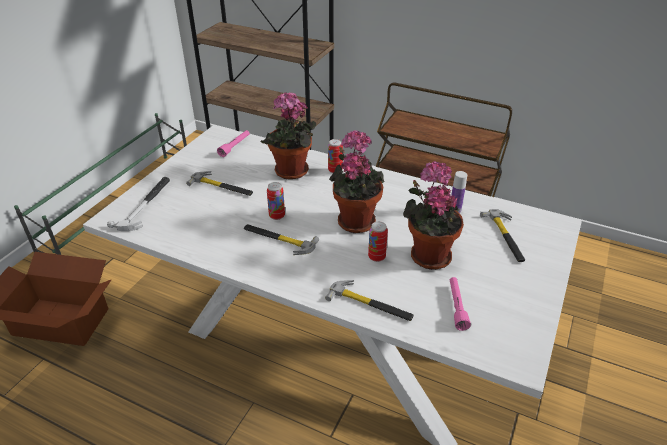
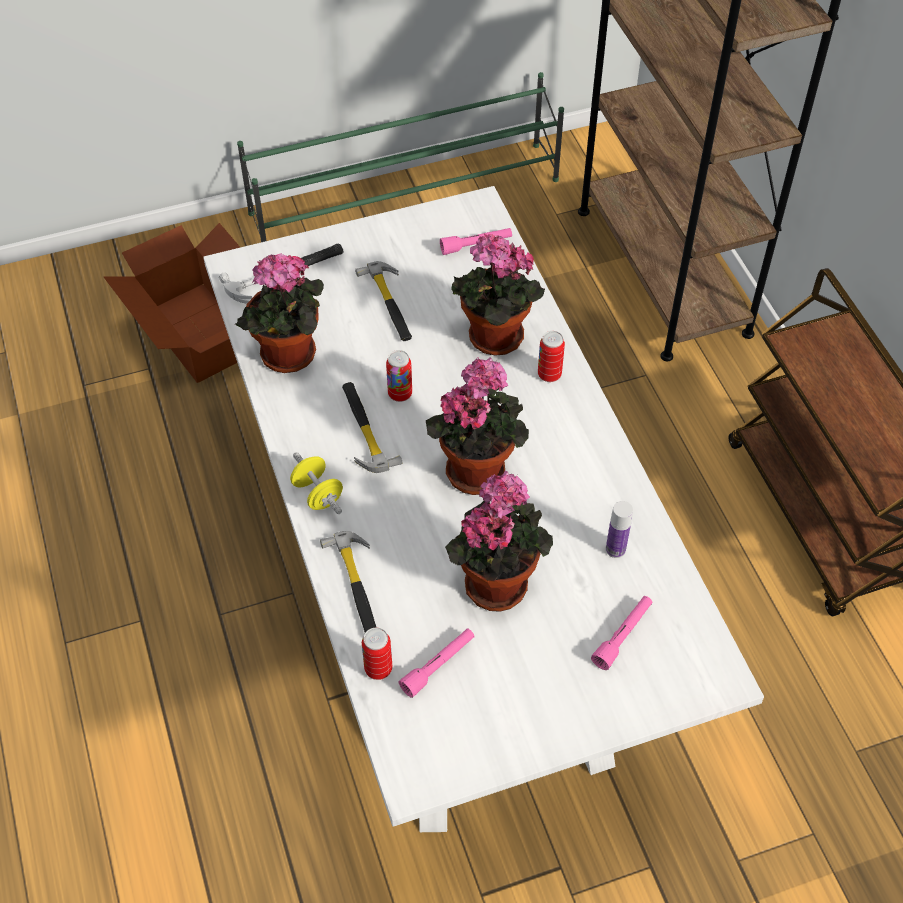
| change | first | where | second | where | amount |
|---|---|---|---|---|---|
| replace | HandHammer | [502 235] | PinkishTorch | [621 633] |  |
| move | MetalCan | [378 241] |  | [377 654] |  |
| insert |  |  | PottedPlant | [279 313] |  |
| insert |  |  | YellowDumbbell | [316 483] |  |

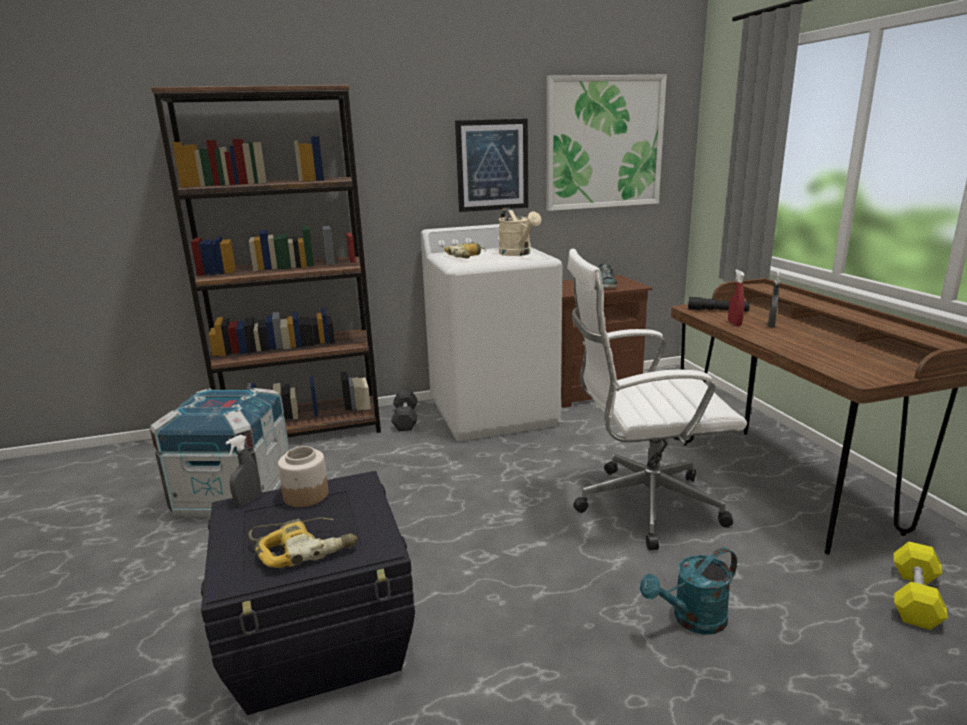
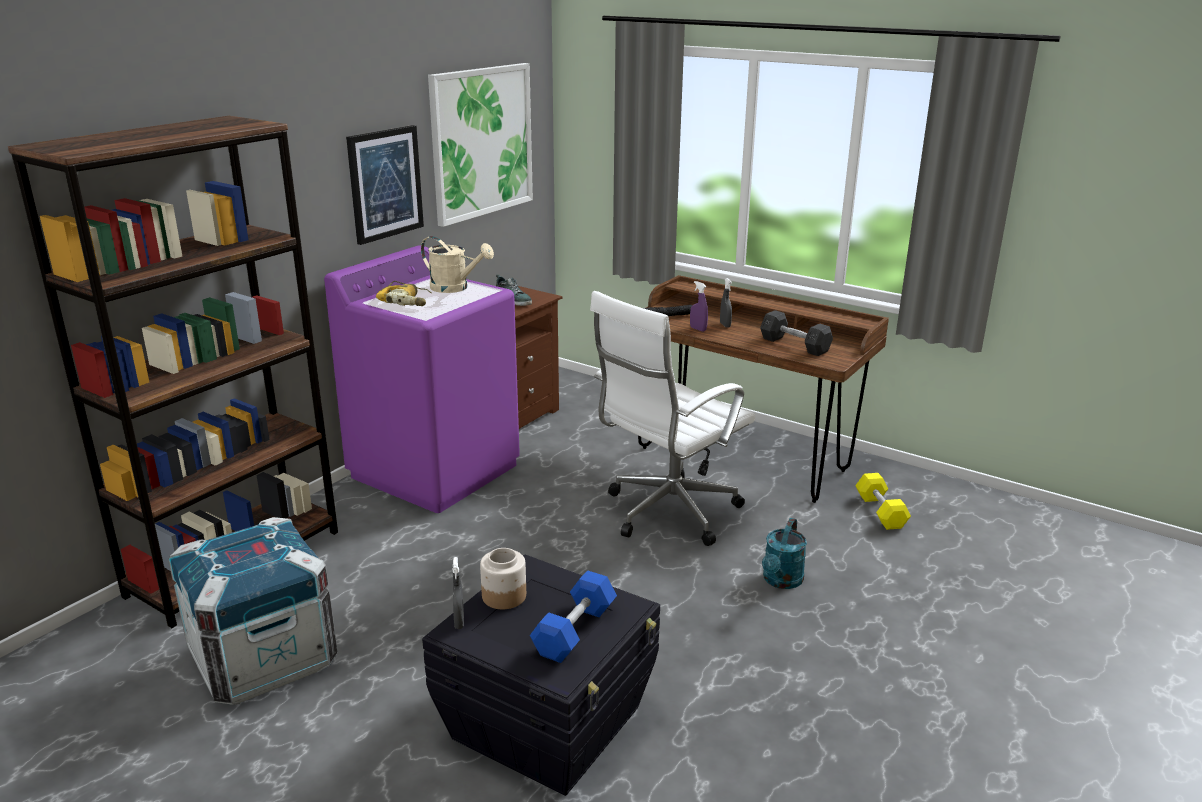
| change | first | where | second | where | amount |
|---|---|---|---|---|---|
| recolor | WhiteColouredLaundryAppliance | [491 332] | PurpleColouredLaundryAppliance | [422 379] |  |
| recolor | ReddishSprayBottle | [736 298] | PurpleColouredSprayBottle | [699 306] |  |
| move | GreyDumbbell | [404 410] |  | [796 333] |  |
| replace | ElectricDrill | [303 542] | BluishDumbbell | [573 616] |  |

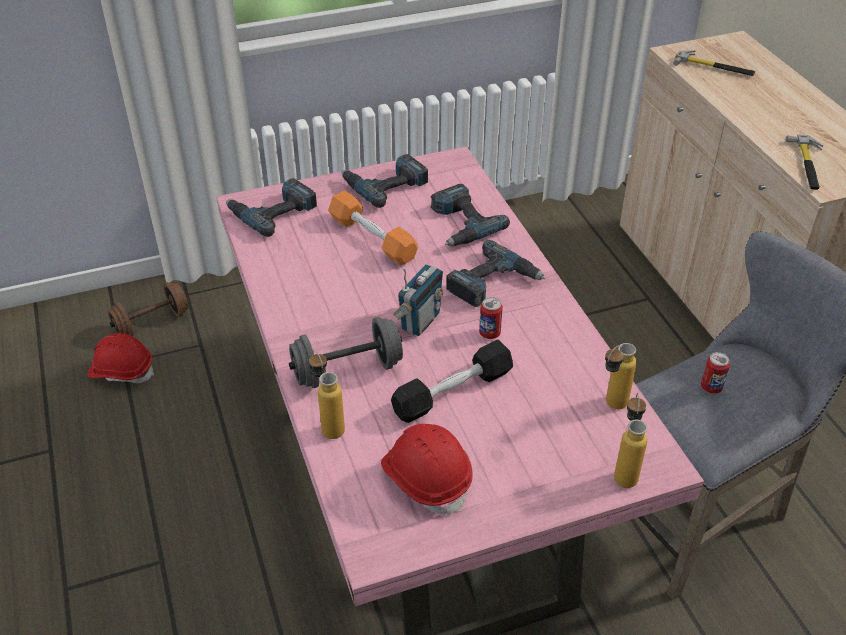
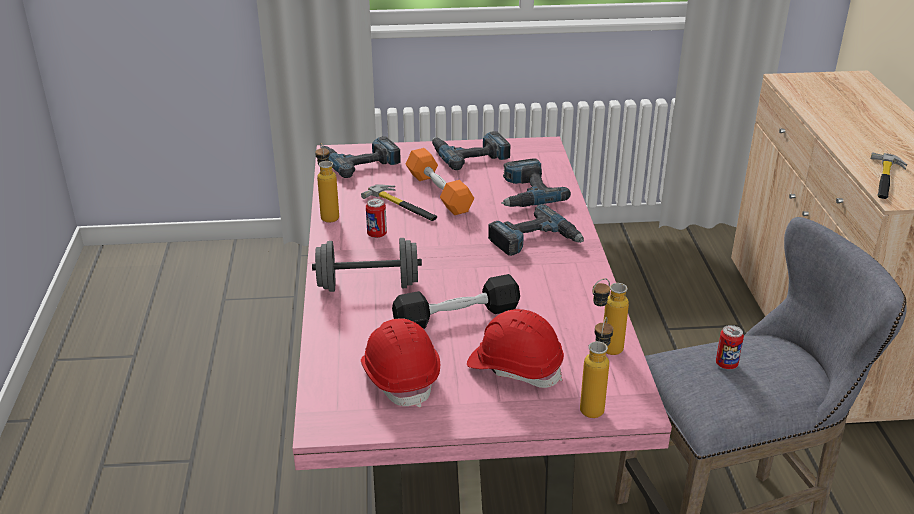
| change | first | where | second | where | amount |
|---|---|---|---|---|---|
| move | HandHammer | [714 63] |  | [399 202] |  |
| delete | RadioReceiver | [418 300] |  |  |  |
| delete | BrownishDumbbell | [148 309] |  |  |  |
| move | MetalCan | [491 318] |  | [376 218] |  |
| move | ReddishSafetyHelmet | [121 358] |  | [515 348] |  |
| move | BeverageBottle | [327 394] |  | [327 183] |  |

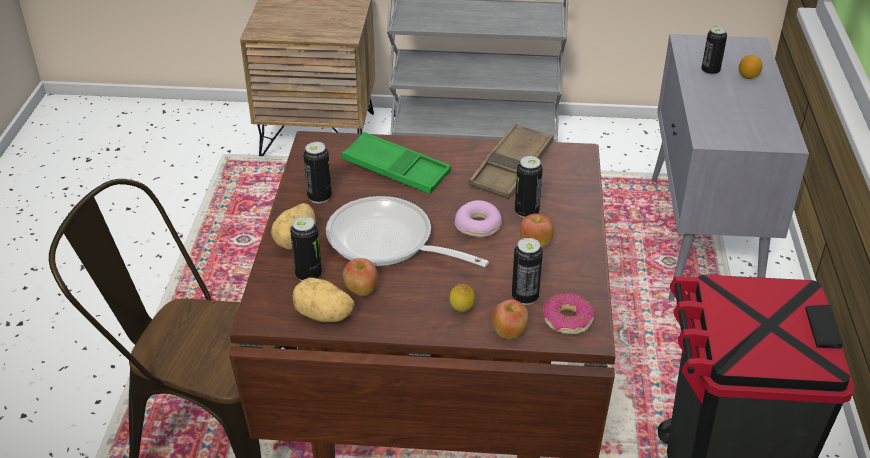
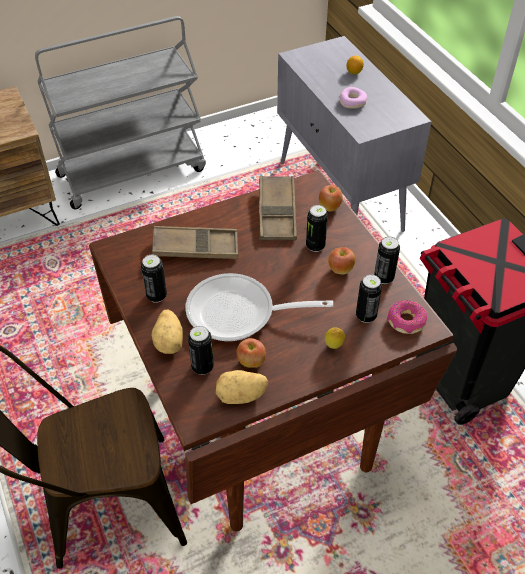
| change | first | where | second | where | amount |
|---|---|---|---|---|---|
| move | MetalCan | [714 50] |  | [387 260] |  |
| recolor | GreenishCarryingTray | [396 163] | BrownishCarryingTray | [195 242] |  |
| move | RingDoughnut | [478 218] |  | [353 98] |  |
| move | Apple | [510 319] |  | [331 198] |  |

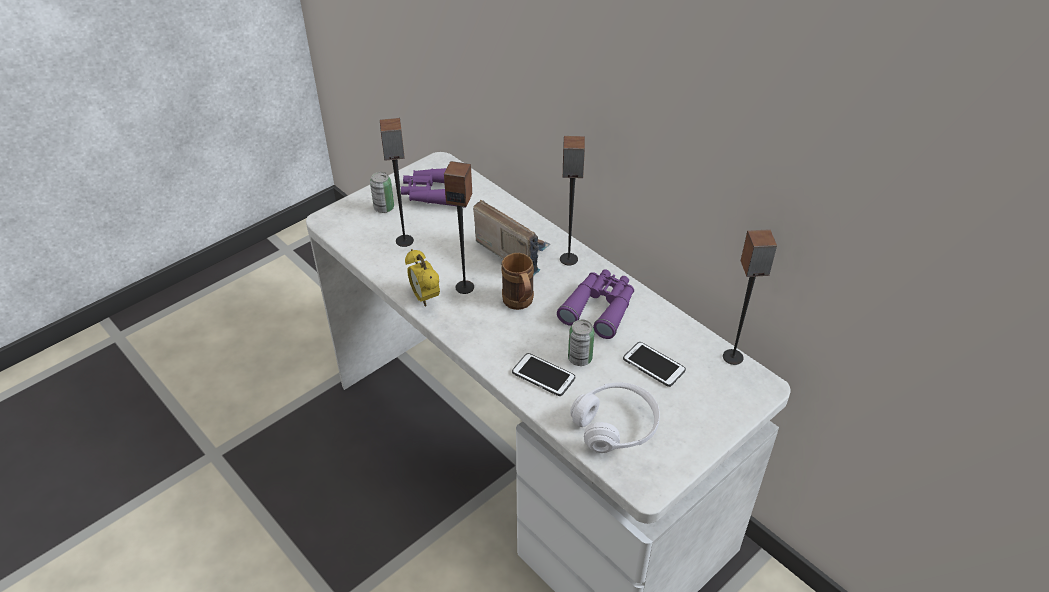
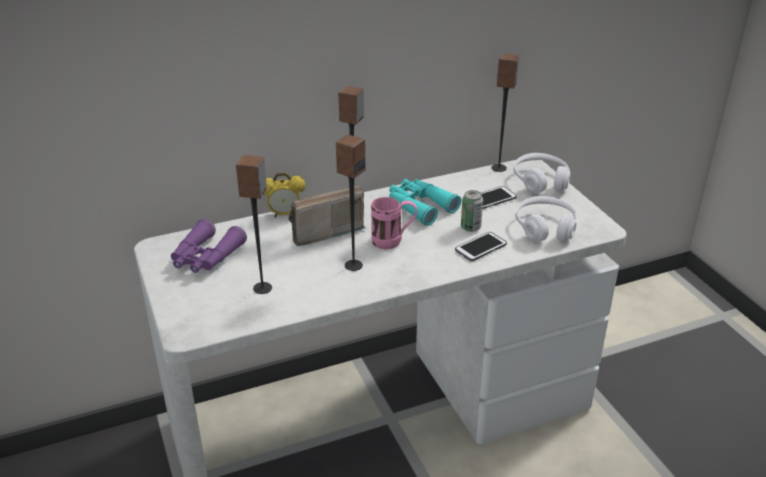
| change | first | where | second | where | amount |
|---|---|---|---|---|---|
| delete | MetalCan | [382 192] |  |  |  |
| move | AlarmClock | [422 277] |  | [284 195] |  |
| recolor | BrownishMug | [517 281] | PinkishMug | [394 223] |  |
| recolor | PurpleColouredBinoculars | [595 304] | TurquoiseBinoculars | [425 202] |  |
| insert |  |  | WhiteColouredHeadset | [542 173] |  |

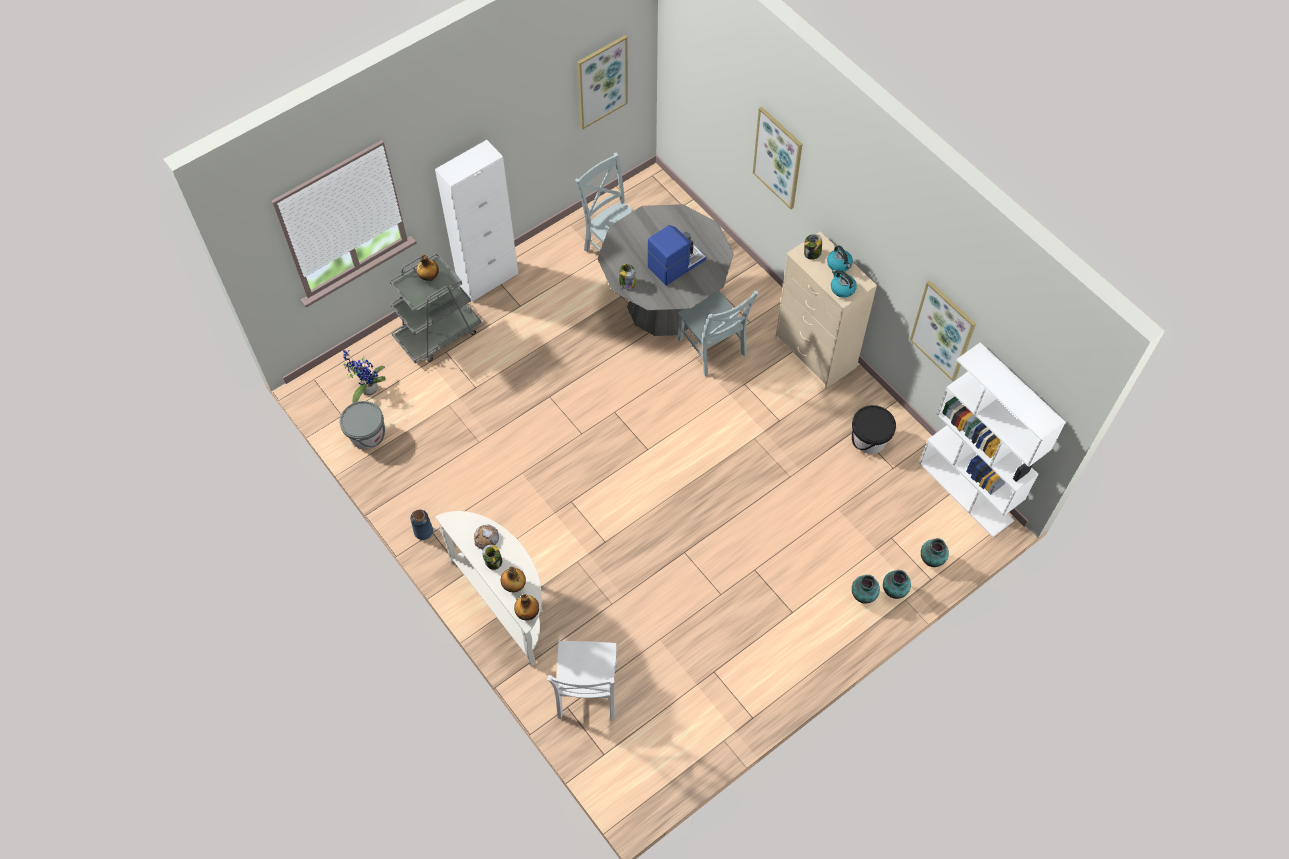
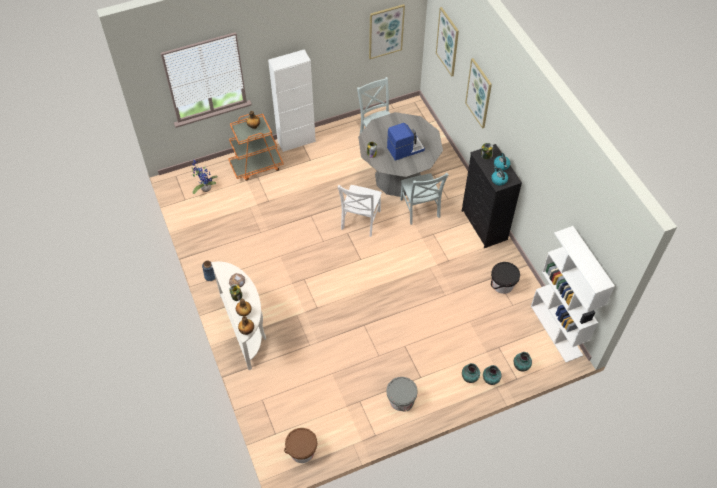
| change | first | where | second | where | amount |
|---|---|---|---|---|---|
| recolor | BeigeColouredDresser | [826 310] | BlackishDresser | [492 196] |  |
| recolor | GreyWheeledCart | [435 308] | OrangeWheeledCart | [256 147] |  |
| move | WallArt | [943 330] |  | [447 41] |  |
| move | GreyBucket | [362 425] |  | [402 394] |  |
| move | WhiteColouredUprightChair | [582 681] |  | [359 211] |  |
| insert |  |  | BrownishBucket | [300 445] |  |

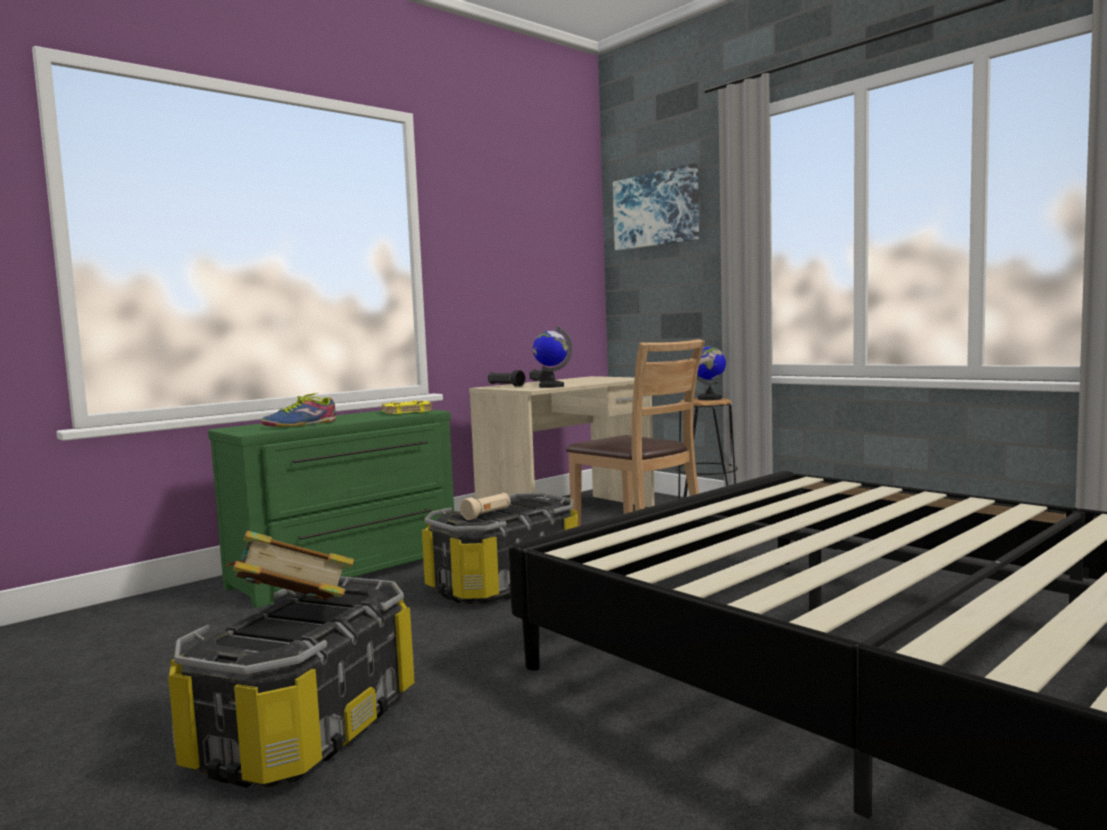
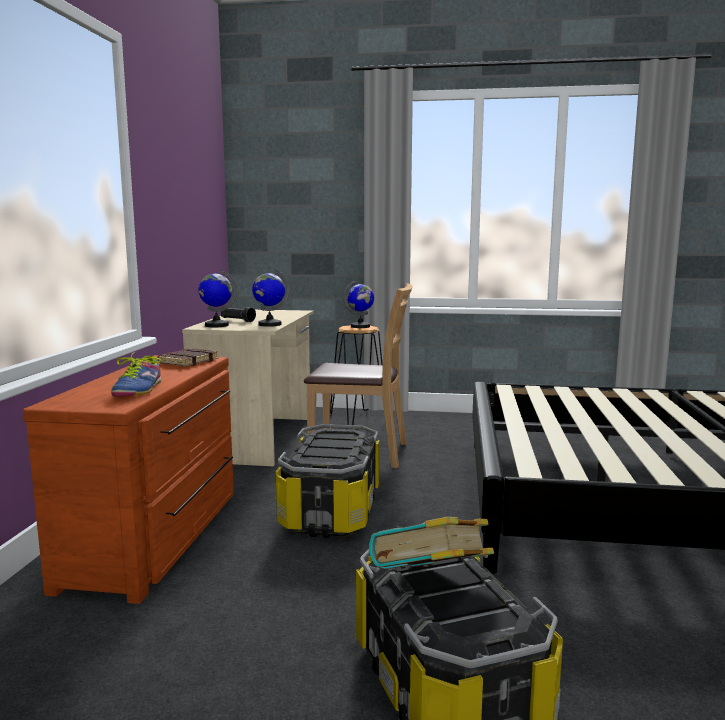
| change | first | where | second | where | amount |
|---|---|---|---|---|---|
| delete | WallArt | [656 207] |  |  |  |
| replace | BlackishTorch | [506 378] | DeskGlobe | [217 298] |  |
| recolor | YellowVolume | [407 407] | BrownishVolume | [187 357] |  |
| recolor | GreenishDresser | [331 509] | BrownishDresser | [128 479] |  |
| delete | BeigeColouredTorch | [485 506] |  |  |  |

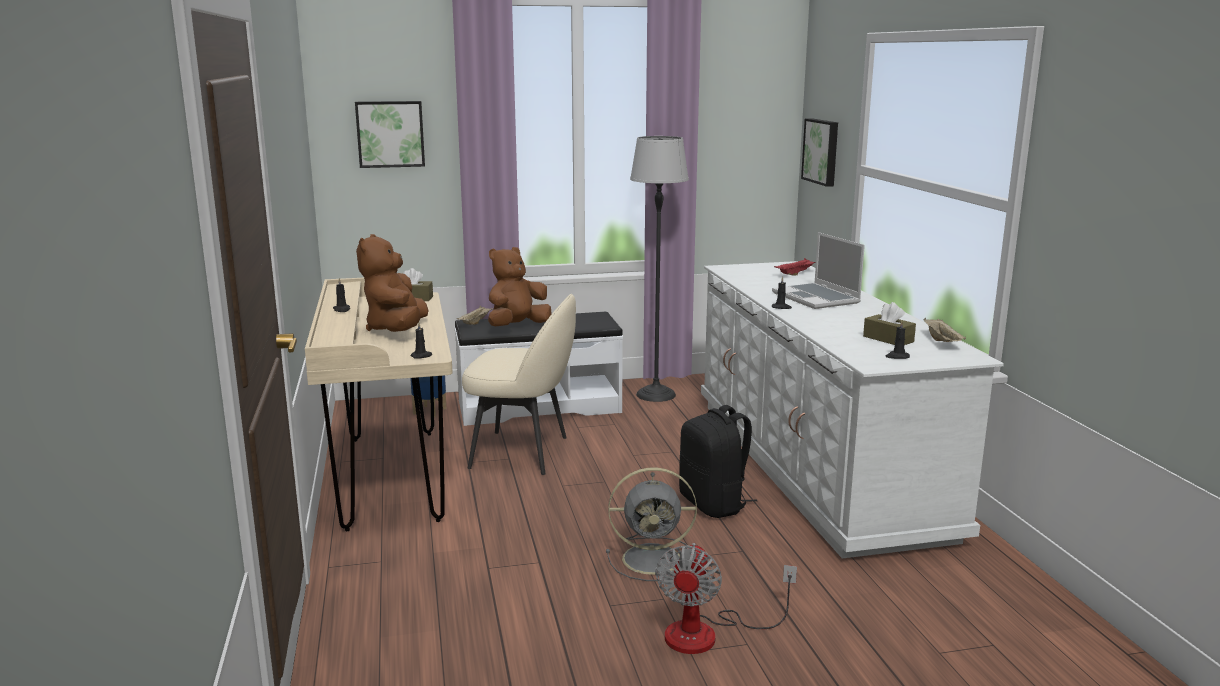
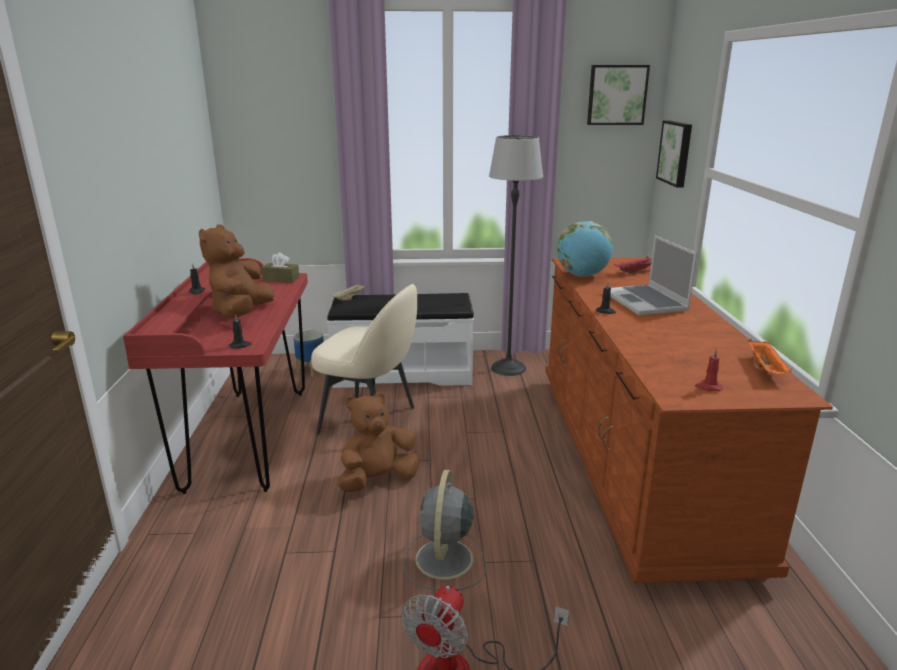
| change | first | where | second | where | amount |
|---|---|---|---|---|---|
| move | WallArt | [390 134] |  | [618 95] |  |
| move | BrownishPlushToy | [520 287] |  | [378 442] |  |
| recolor | WhiteColouredDresser | [852 409] | BrownishDresser | [689 420] |  |
| recolor | BeigeColouredDeskTable | [379 404] | ReddishDeskTable | [215 376] |  |
| delete | BrownishTissueBox | [889 323] |  |  |  |
| recolor | BeigeColouredCarryingTray | [944 330] | OrangeCarryingTray | [770 356] |  |
| recolor | BlackishWaxCandle | [897 339] | ReddishWaxCandle | [709 370] |  |
| delete | BlackishRucksack | [718 461] |  |  |  |
| rotate | GreyFan | [651 524] |  | [444 530] | 90 degrees clockwise |
| insert |  |  | DeskGlobe | [585 249] |  |

